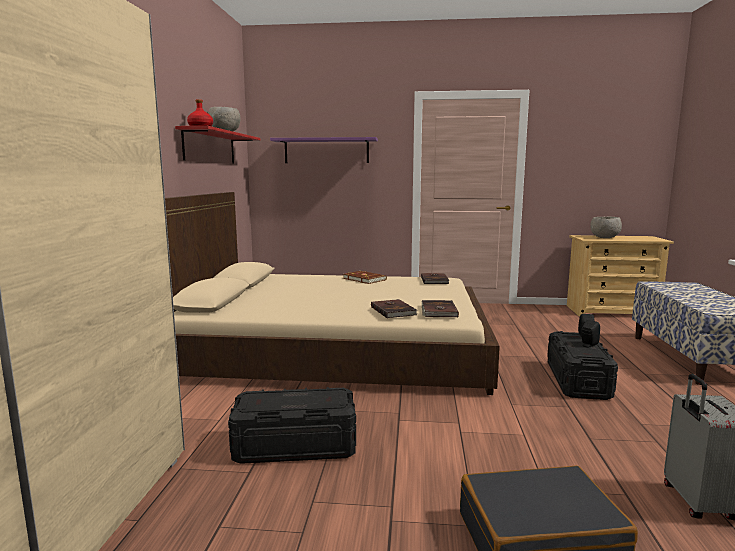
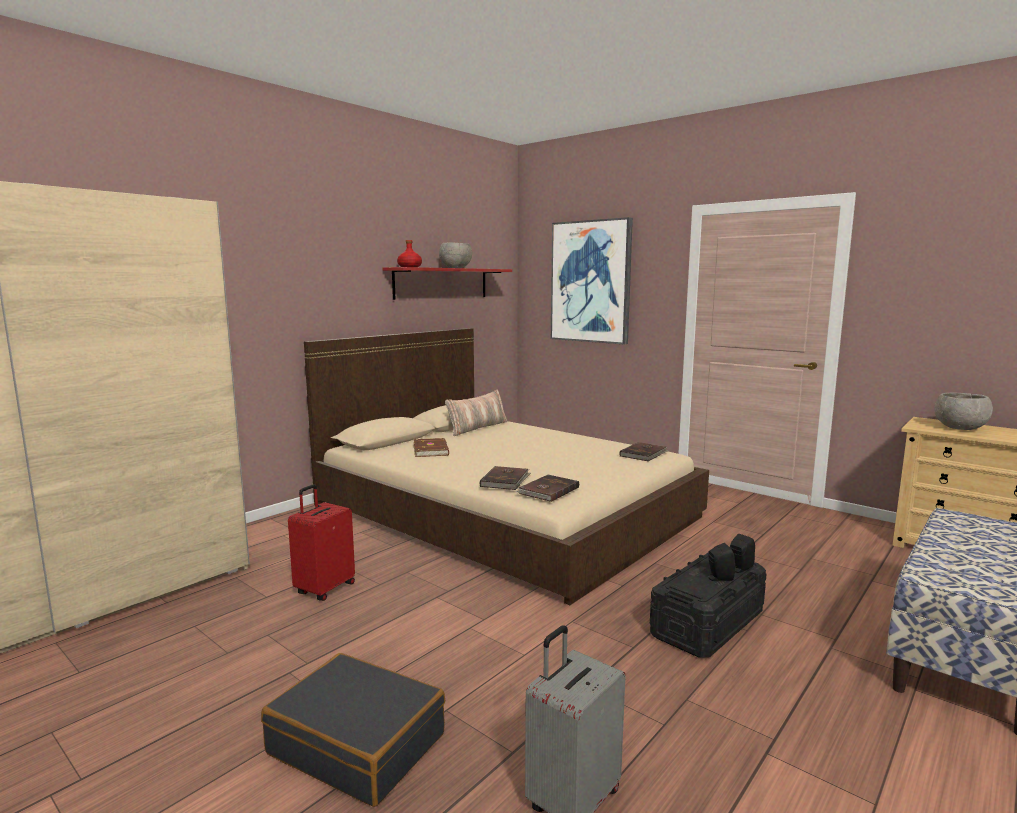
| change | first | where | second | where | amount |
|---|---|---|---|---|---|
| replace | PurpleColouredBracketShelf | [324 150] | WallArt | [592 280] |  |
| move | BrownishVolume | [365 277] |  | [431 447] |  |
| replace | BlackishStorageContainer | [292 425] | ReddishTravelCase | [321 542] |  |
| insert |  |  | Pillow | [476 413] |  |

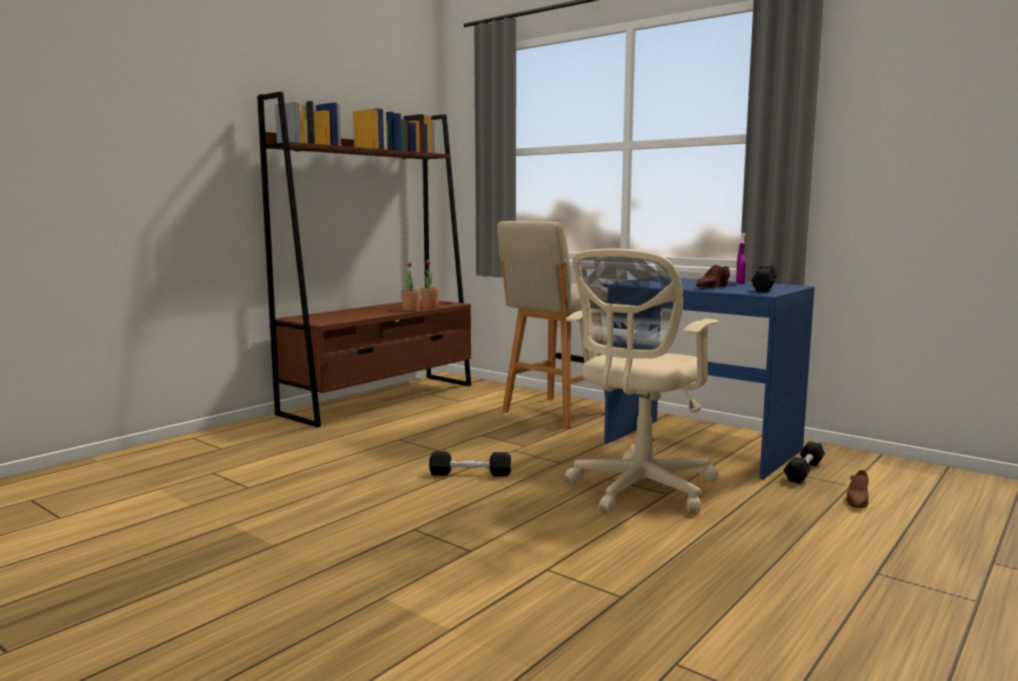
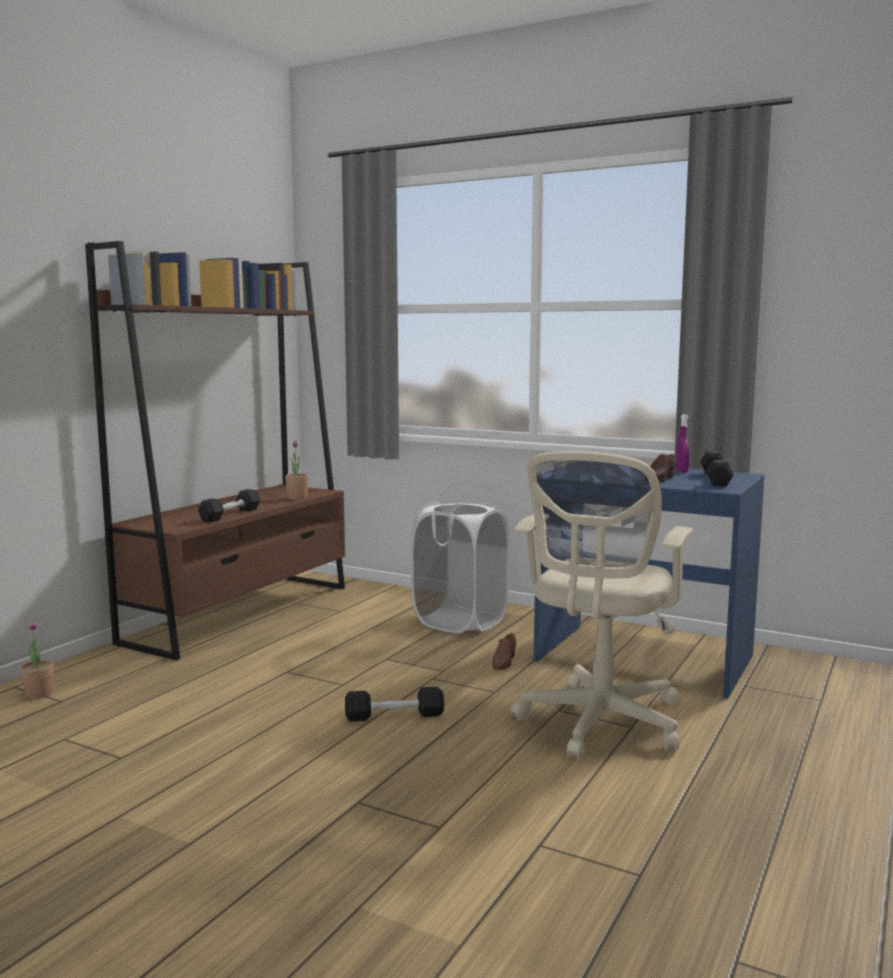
| change | first | where | second | where | amount |
|---|---|---|---|---|---|
| replace | BeigeColouredSittingStool | [551 324] | WhiteColouredLaundryBasket | [460 566] |  |
| move | PottedPlant | [410 286] |  | [37 660] |  |
| move | BlackishDumbbell | [804 462] |  | [229 505] |  |
| move | BrownishItemOfFootwear | [857 489] |  | [504 651] |  |

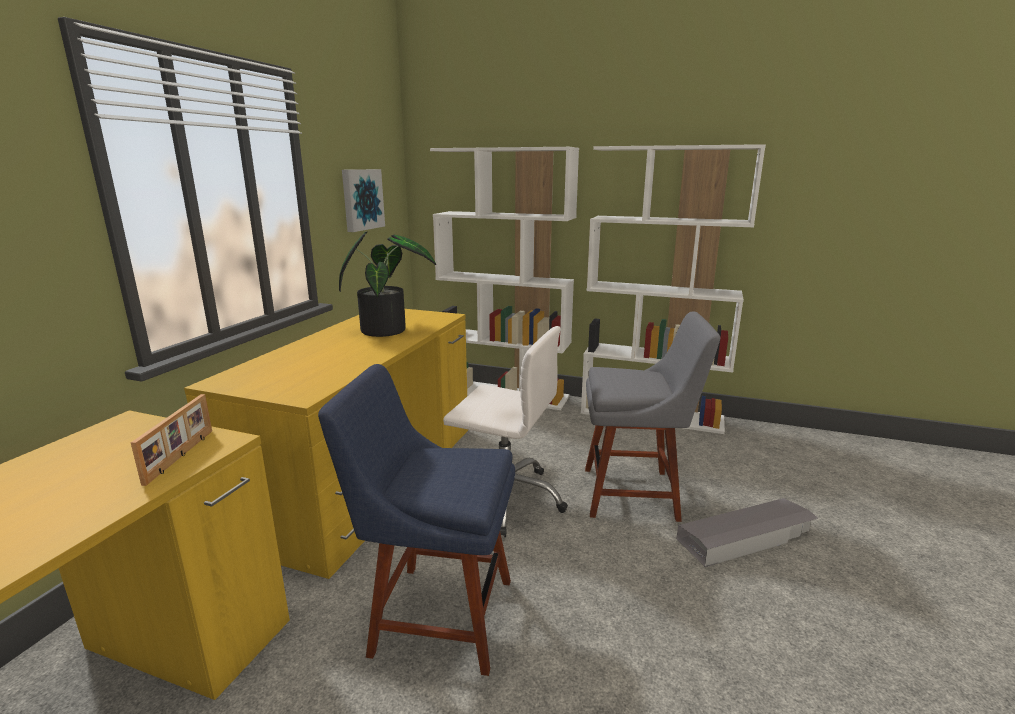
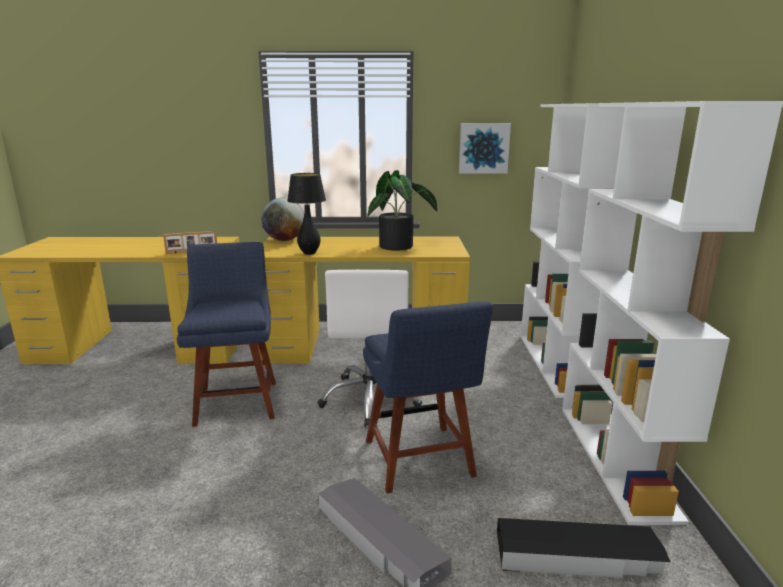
| change | first | where | second | where | amount |
|---|---|---|---|---|---|
| recolor | GreyUprightChair | [652 416] | BluishUprightChair | [428 397] |  |
| insert |  |  | BlackishTableLamp | [306 214] |  |
| insert |  |  | DeskGlobe | [282 219] |  |
| insert |  |  | BlackishStorageContainer | [583 548] |  |

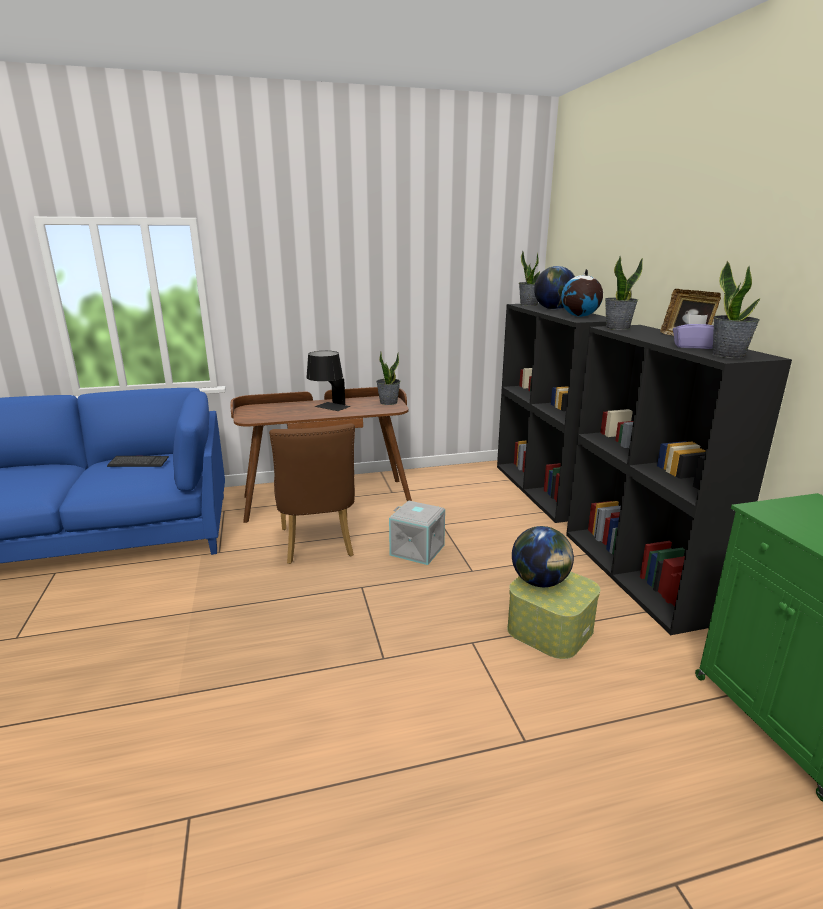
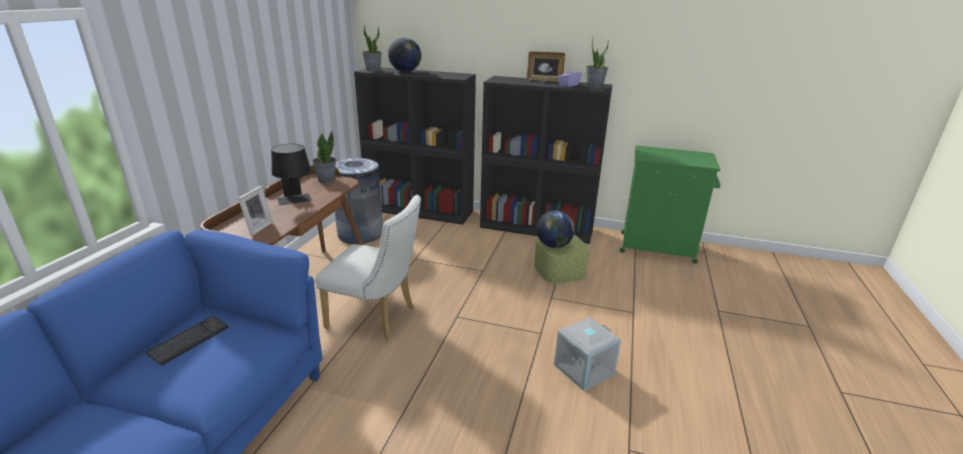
| change | first | where | second | where | amount |
|---|---|---|---|---|---|
| delete | PottedPlant | [624 293] |  |  |  |
| delete | DeskGlobe | [582 293] |  |  |  |
| recolor | BrownishUprightChair | [312 493] | WhiteColouredUprightChair | [368 268] |  |
| move | GreyStorageContainer | [417 532] |  | [587 354] |  |
| insert |  |  | GreyRubbishBin | [359 201] |  |
| insert |  |  | StandingFrame | [255 211] |  |

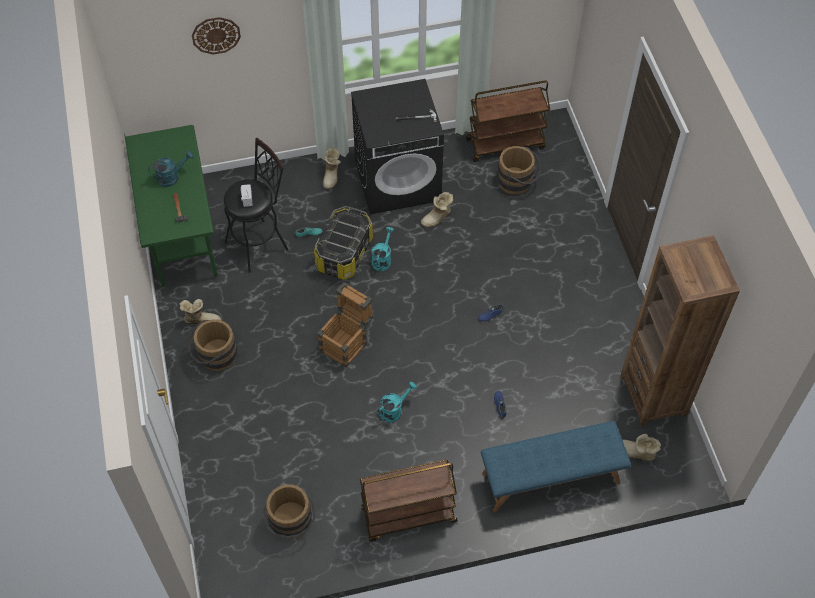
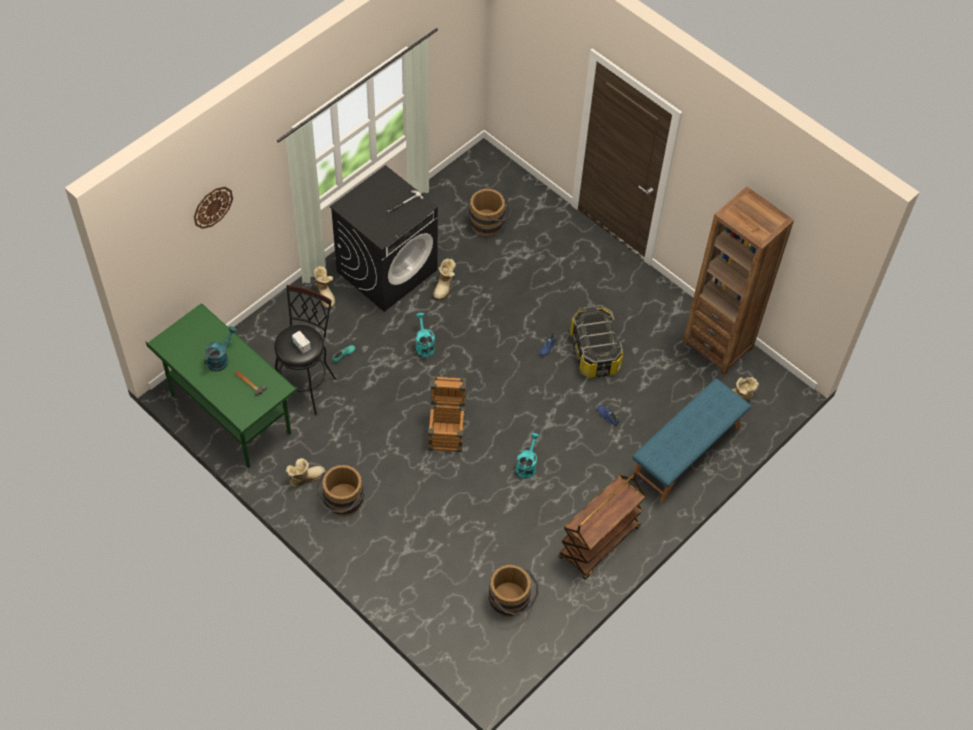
| change | first | where | second | where | amount |
|---|---|---|---|---|---|
| delete | BrownishWheeledCart | [508 121] |  |  |  |
| move | StorageContainer | [343 243] |  | [596 341] |  |

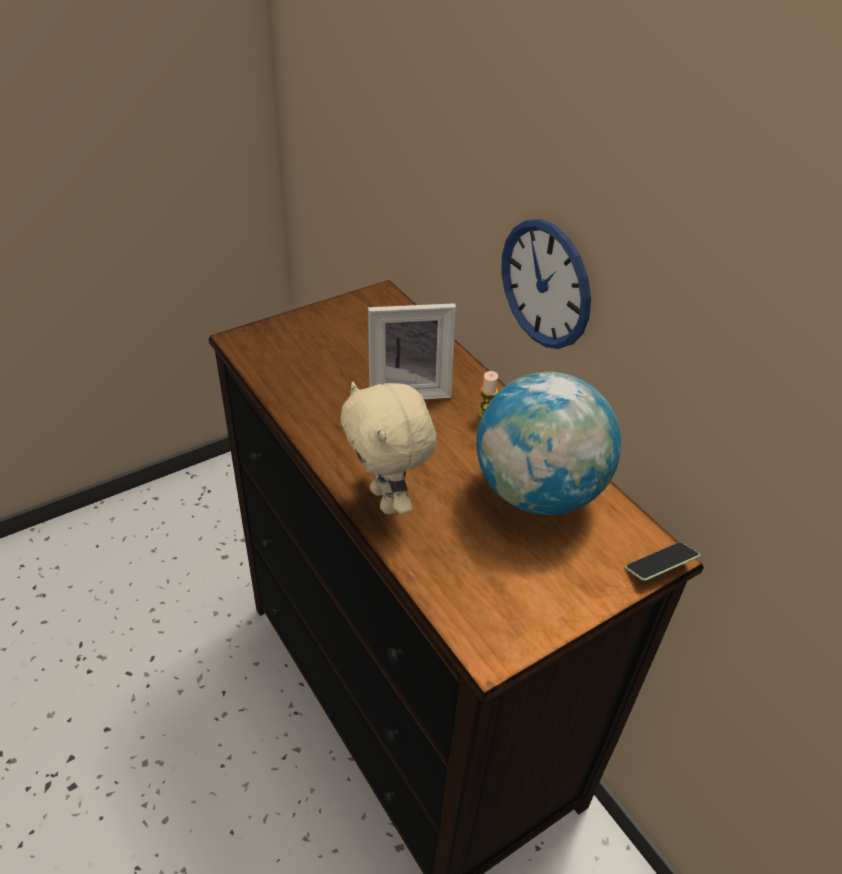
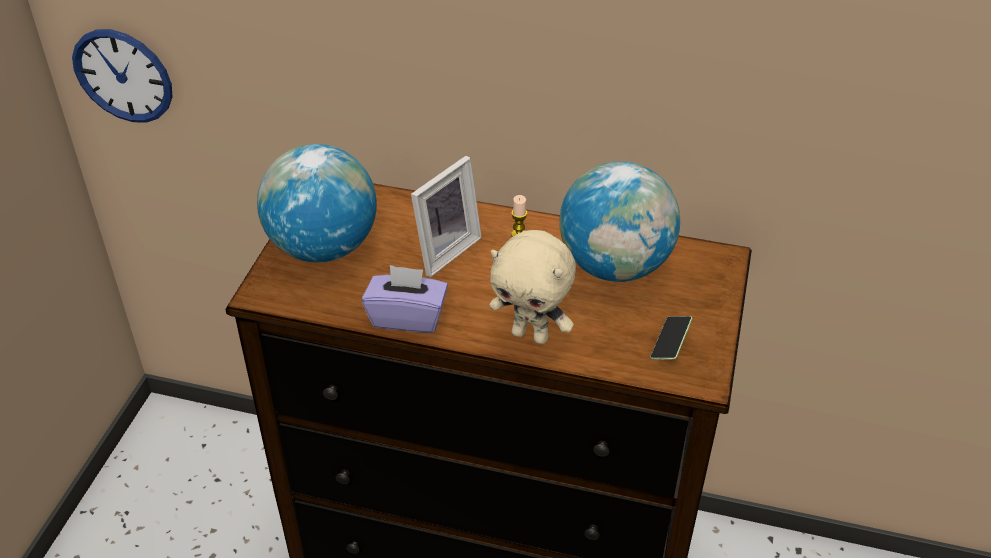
| change | first | where | second | where | amount |
|---|---|---|---|---|---|
| move | WallClock | [546 284] |  | [122 76] |  |
| move | Telephone | [662 561] |  | [671 338] |  |
| insert |  |  | DeskGlobe | [317 203] |  |
| insert |  |  | PurpleColouredTissueBox | [405 299] |  |

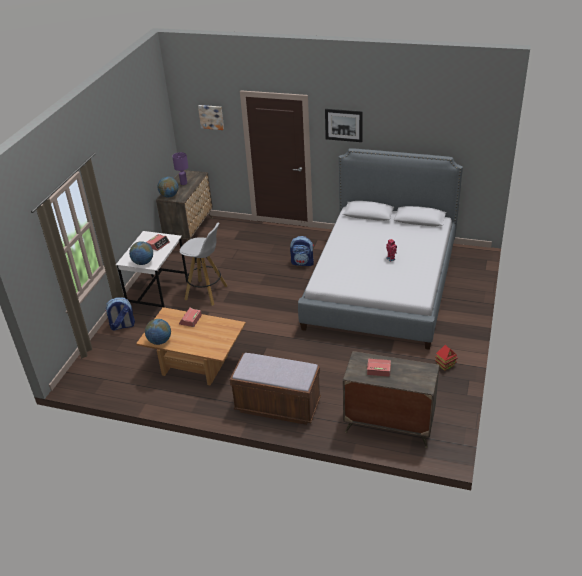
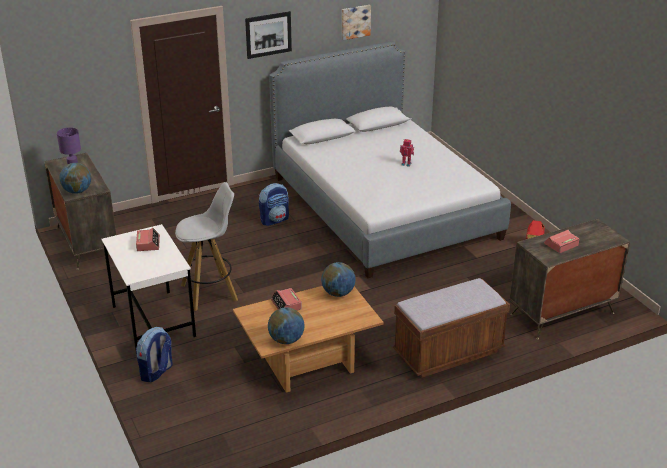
| change | first | where | second | where | amount |
|---|---|---|---|---|---|
| move | WallArt | [211 117] |  | [356 22] |  |
| move | DeskGlobe | [141 253] |  | [338 279] |  |

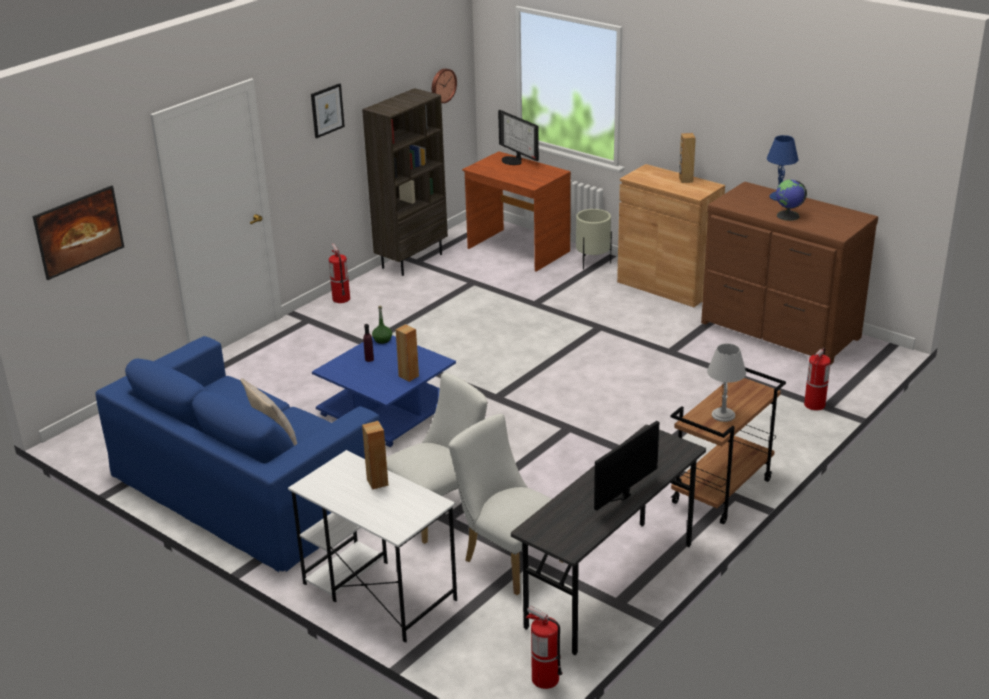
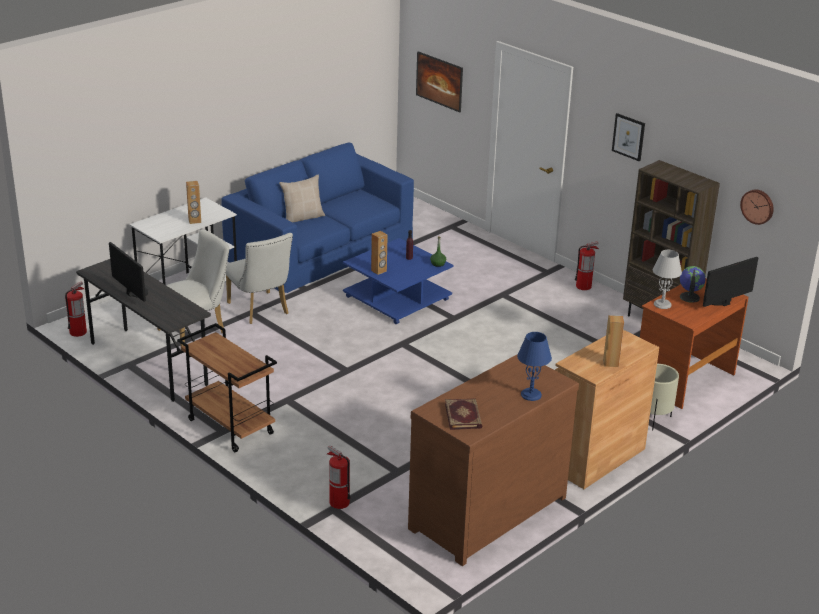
| change | first | where | second | where | amount |
|---|---|---|---|---|---|
| move | DeskGlobe | [791 200] |  | [693 284] |  |
| move | GreyTableLamp | [726 382] |  | [667 279] |  |
| insert |  |  | Volume | [464 414] |  |

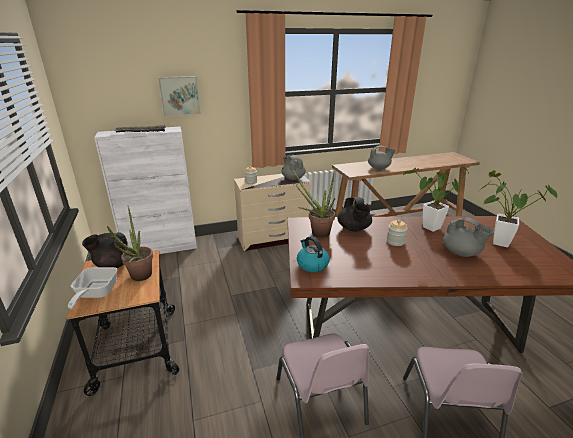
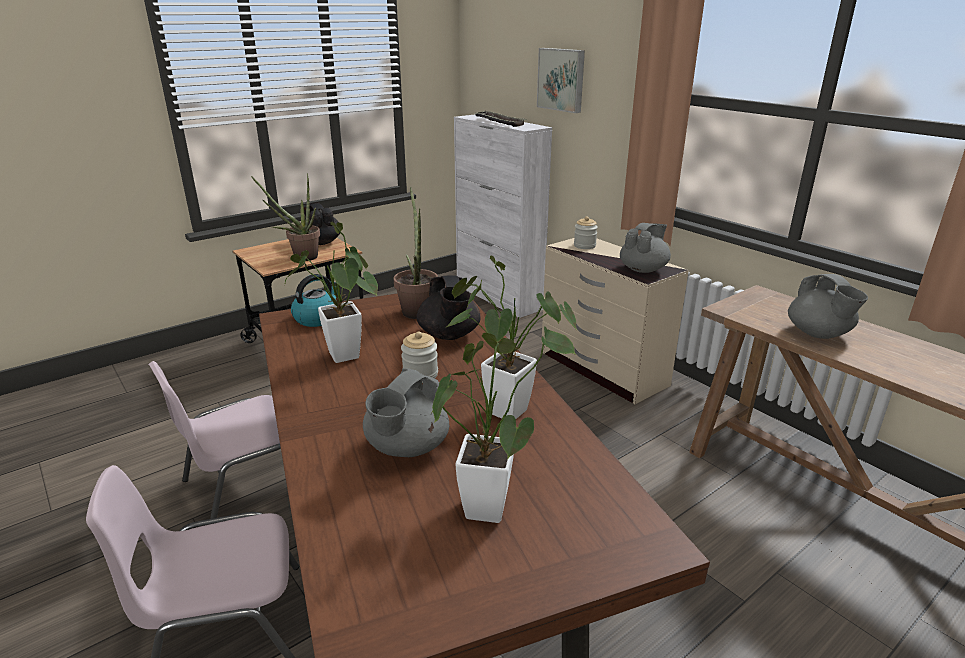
| change | first | where | second | where | amount |
|---|---|---|---|---|---|
| rotate | BlackishTeaPot | [355 214] |  | [449 307] | 75 degrees counterclockwise |
| delete | Pan | [93 288] |  |  |  |
| insert |  |  | PottedPlant | [331 292] |  |

